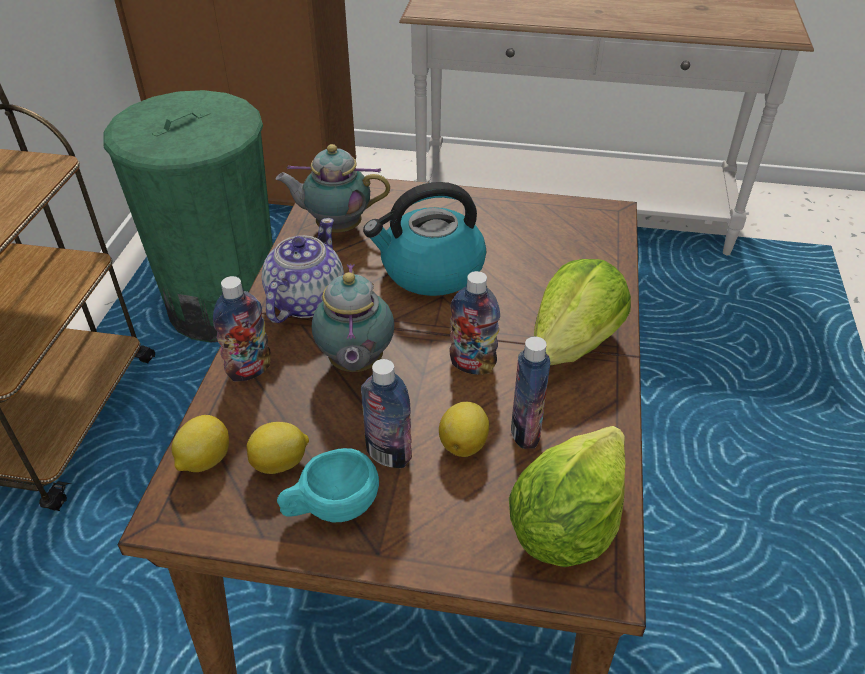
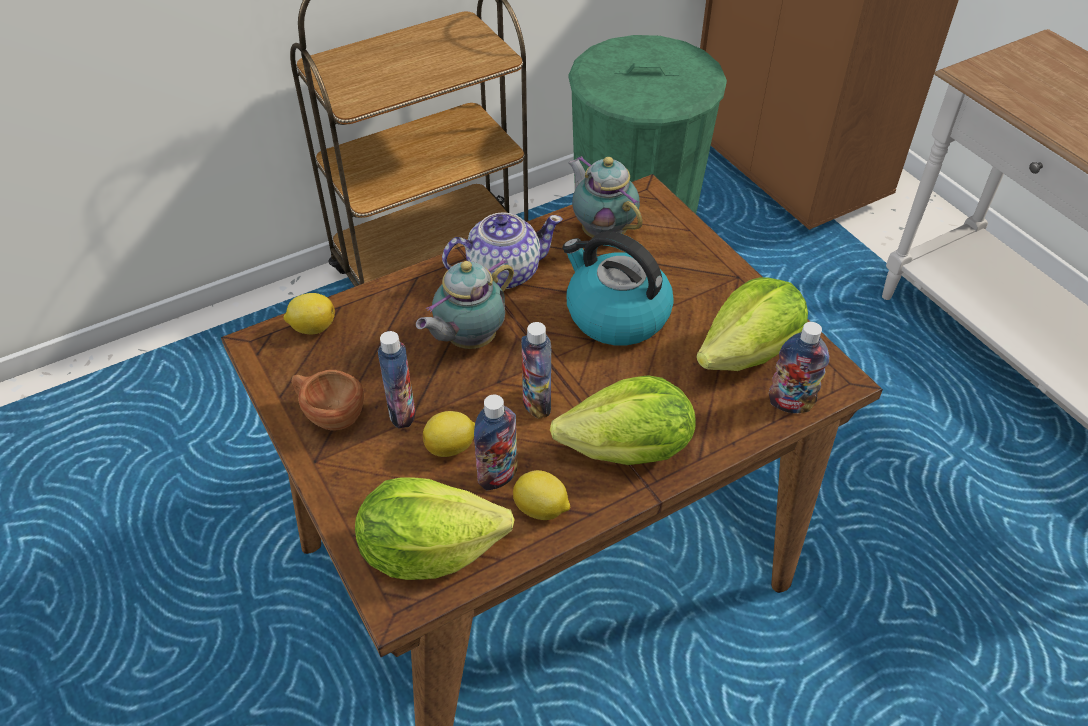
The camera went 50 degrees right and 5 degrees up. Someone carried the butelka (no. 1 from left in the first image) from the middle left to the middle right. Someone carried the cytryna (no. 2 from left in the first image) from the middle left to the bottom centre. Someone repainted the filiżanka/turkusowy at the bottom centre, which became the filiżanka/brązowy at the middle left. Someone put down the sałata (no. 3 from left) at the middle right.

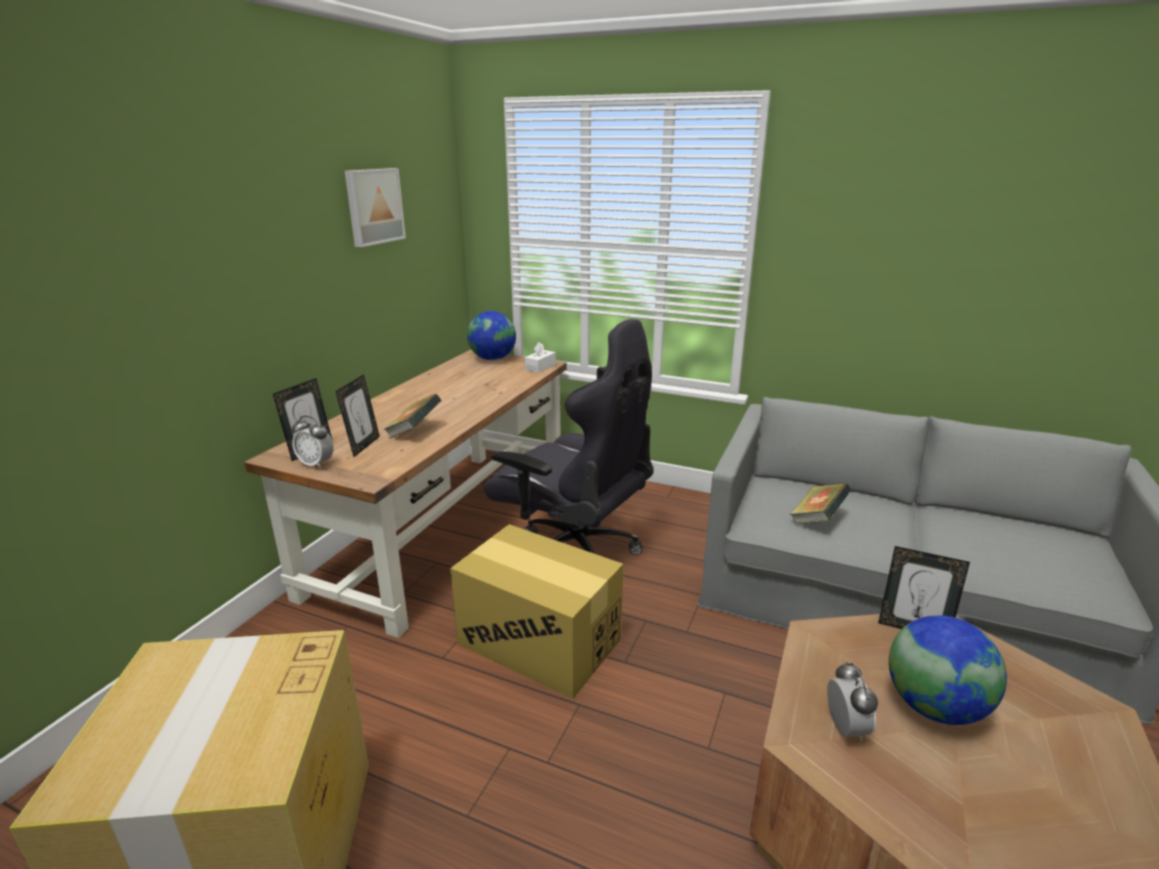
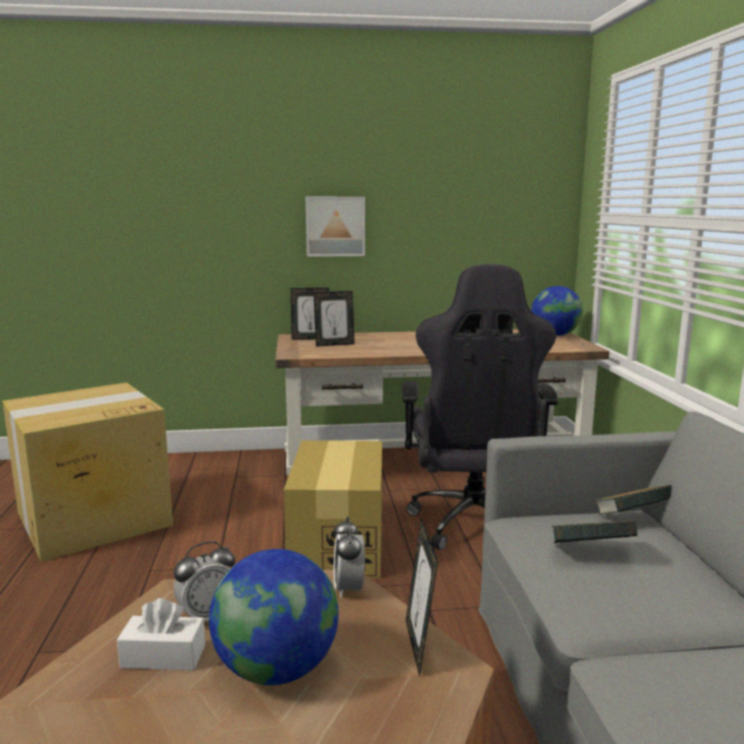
The camera went 60 degrees right and 10 degrees down. Someone carried the obraz from the top left to the top centre. Someone carried the pudełko chusteczek/biały from the centre to the bottom left. Someone carried the książka (no. 1 from left in the first image) from the centre to the bottom right. Someone carried the budzik (no. 1 from left in the first image) from the middle left to the bottom centre.

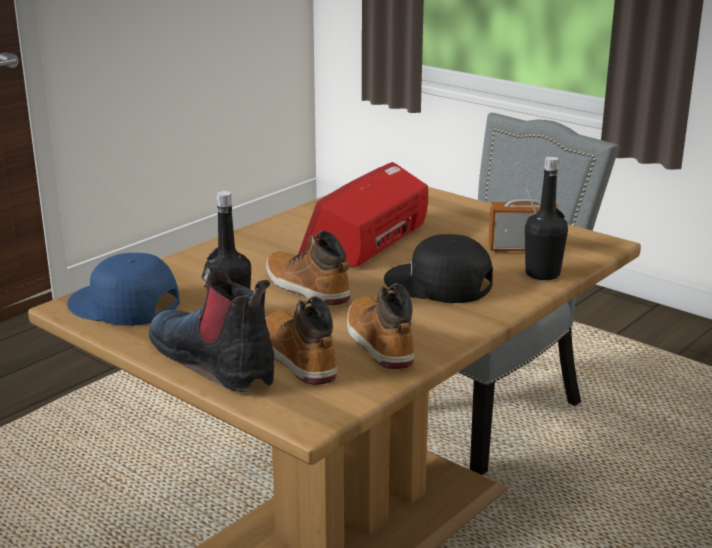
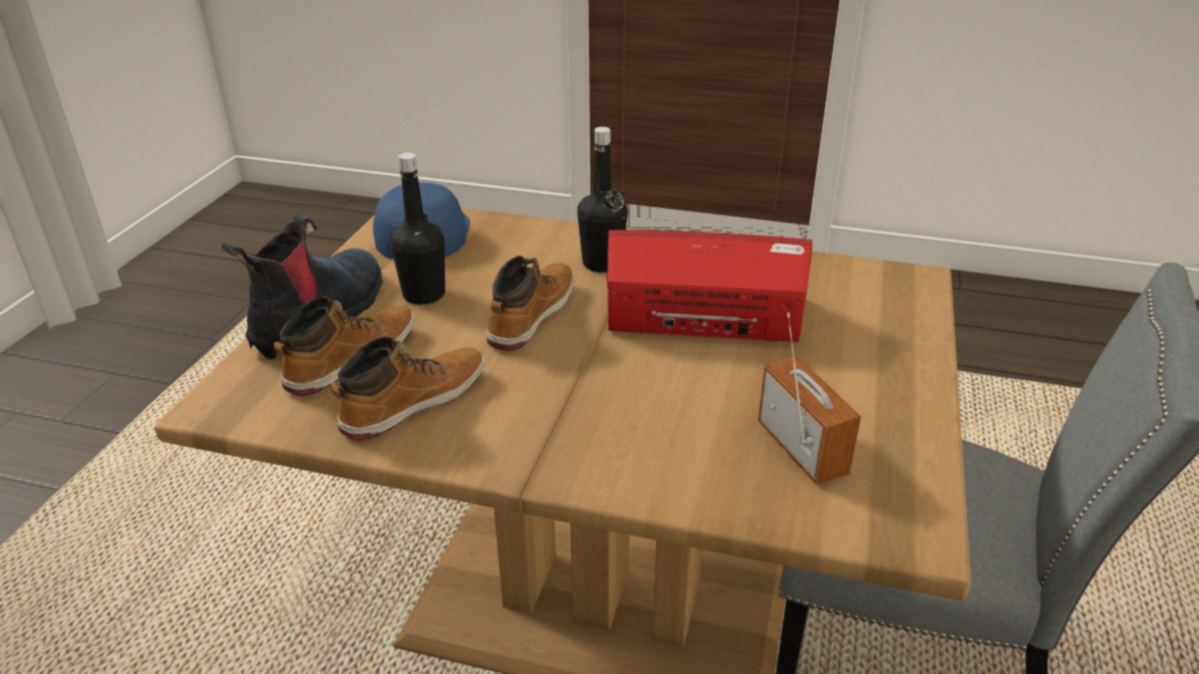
The camera went 65 degrees right and 10 degrees up. Someone carried the butelka/czarny (no. 2 from left) from the middle right to the top centre. Someone took away the czapka z daszkiem/czarny at the centre.

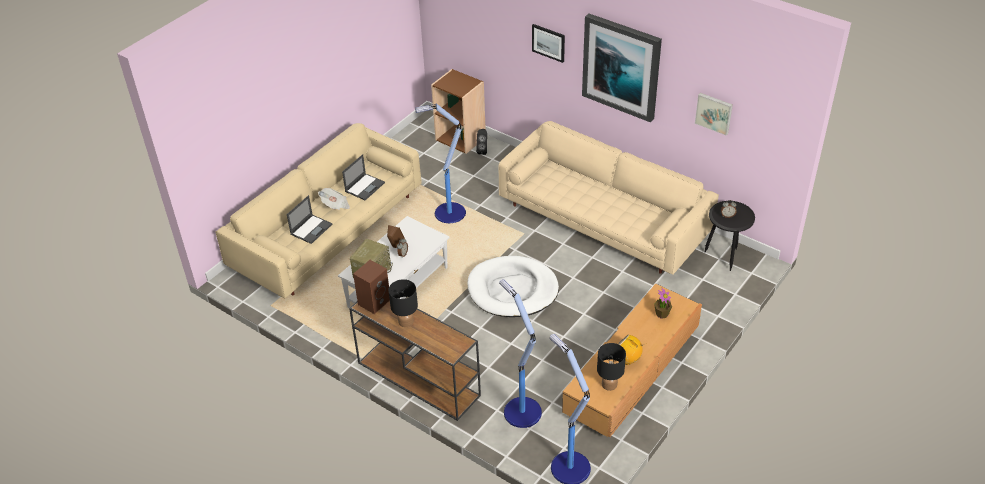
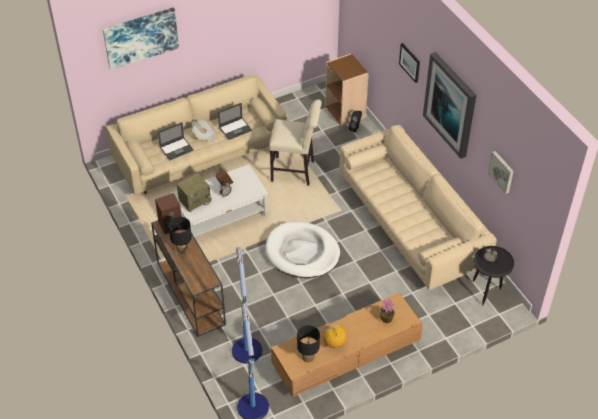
The camera went 25 degrees right and 5 degrees up. Someone swapped the lampa stojąca (no. 1 from left) at the centre for the stołek/beżowy at the centre. Someone put up the obraz (no. 1 from left) at the top left.

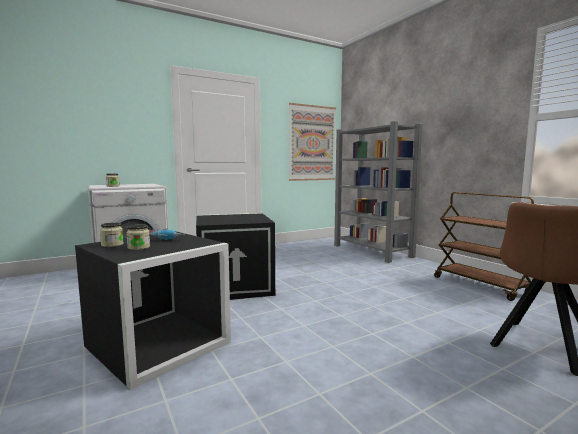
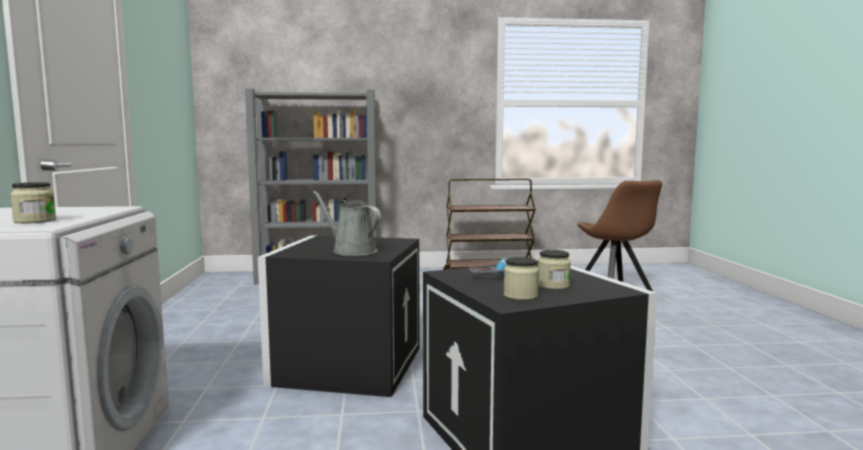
The camera went 65 degrees left and 0 degrees up. Someone took away the obraz at the top centre. Someone put down the konewka/szary at the centre.

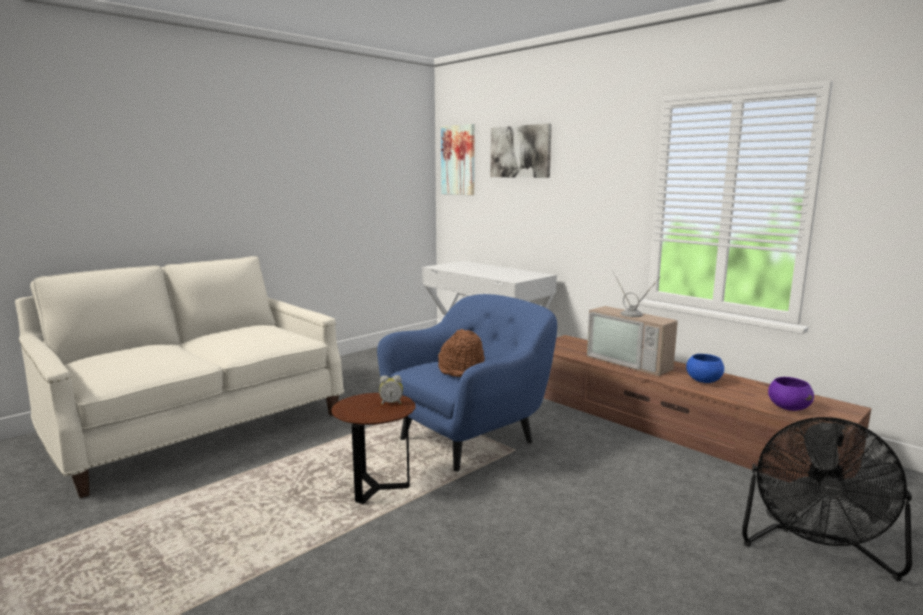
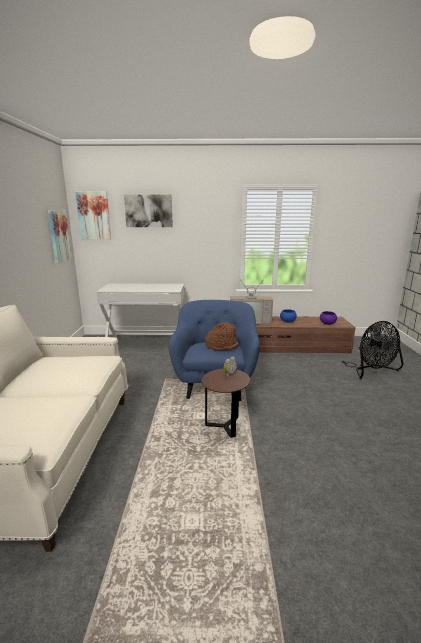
The camera went 45 degrees left and 5 degrees up. Someone put up the obraz (no. 1 from left) at the middle left.

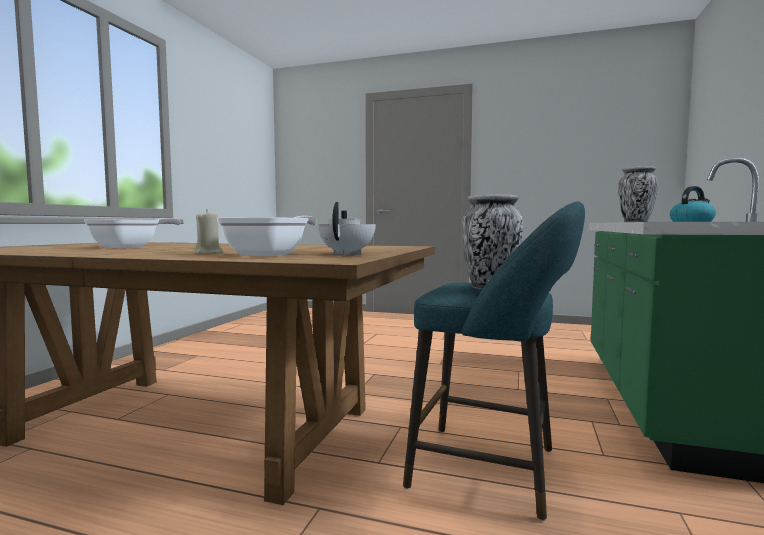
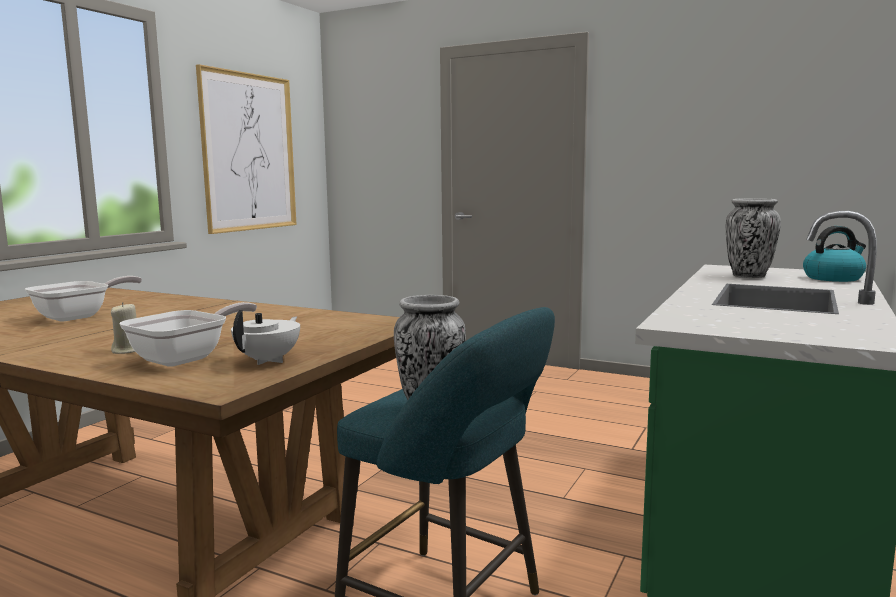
The camera went 10 degrees right and 5 degrees up. Someone put up the obraz at the top left.

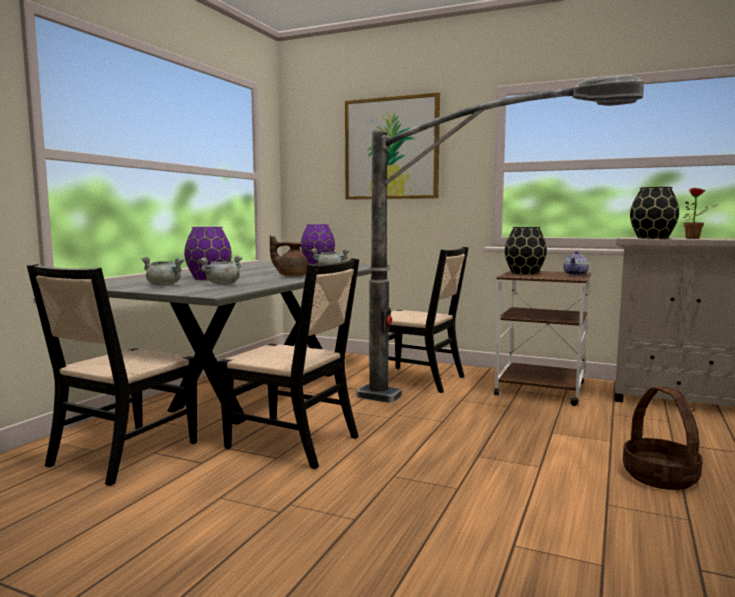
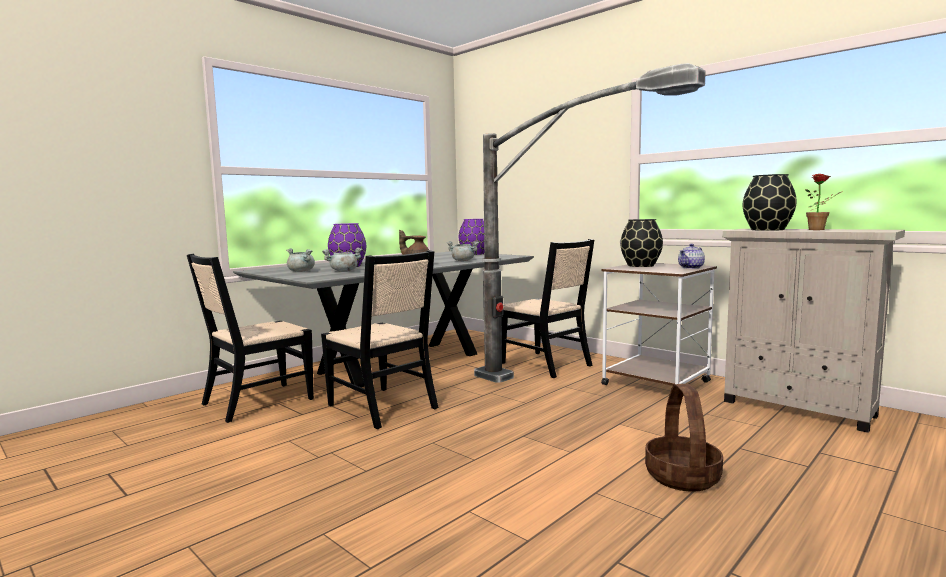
The camera went 20 degrees right and 0 degrees up. Someone took away the obraz at the top centre.

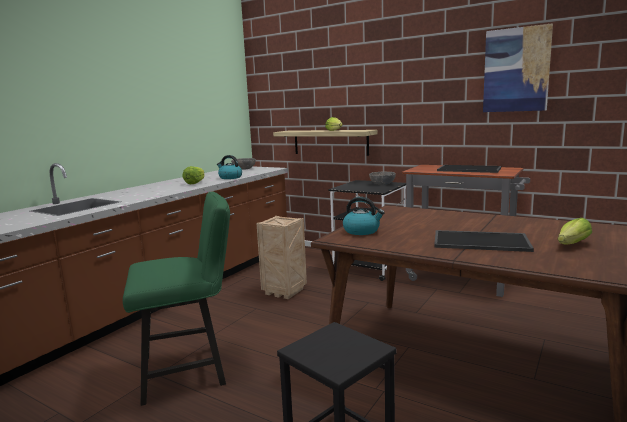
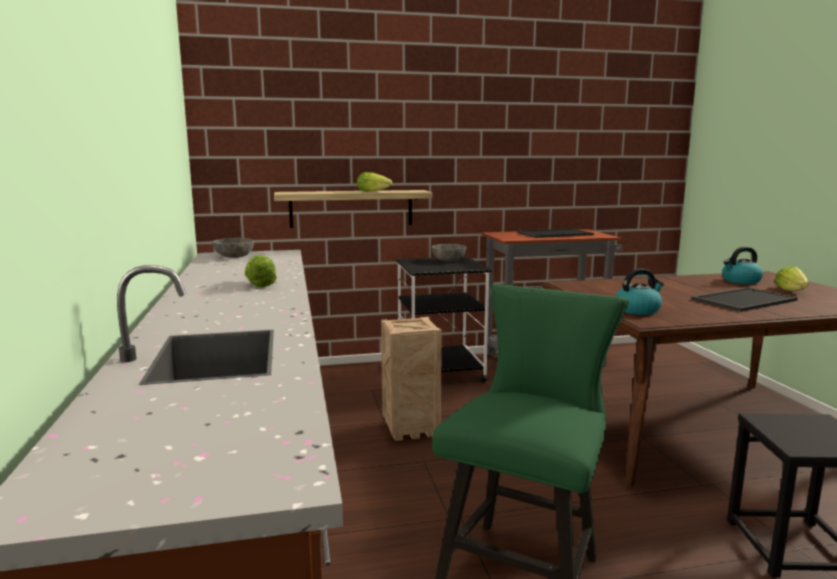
The camera went 45 degrees left and 0 degrees up. Someone took away the obraz at the top right. Someone carried the czajnik (no. 1 from left in the first image) from the centre to the middle right.

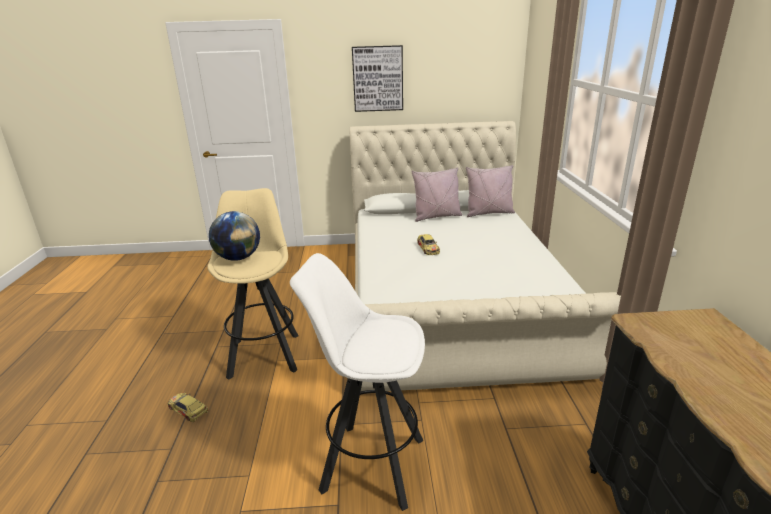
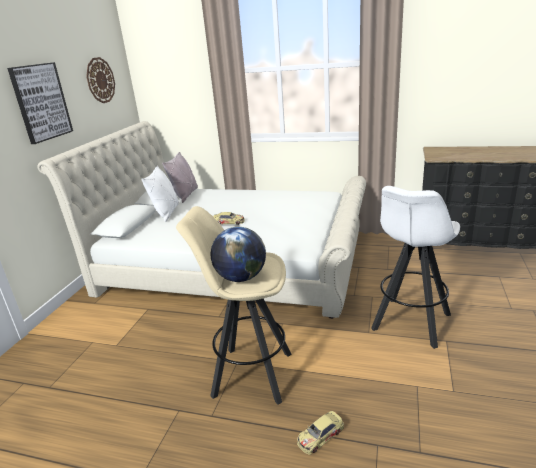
The camera went 70 degrees left and 0 degrees up. Someone repainted the poduszka/fioletowy (no. 1 from left) at the centre, which became the poduszka/biały at the middle left. Someone put up the zegar ścienny at the top left.

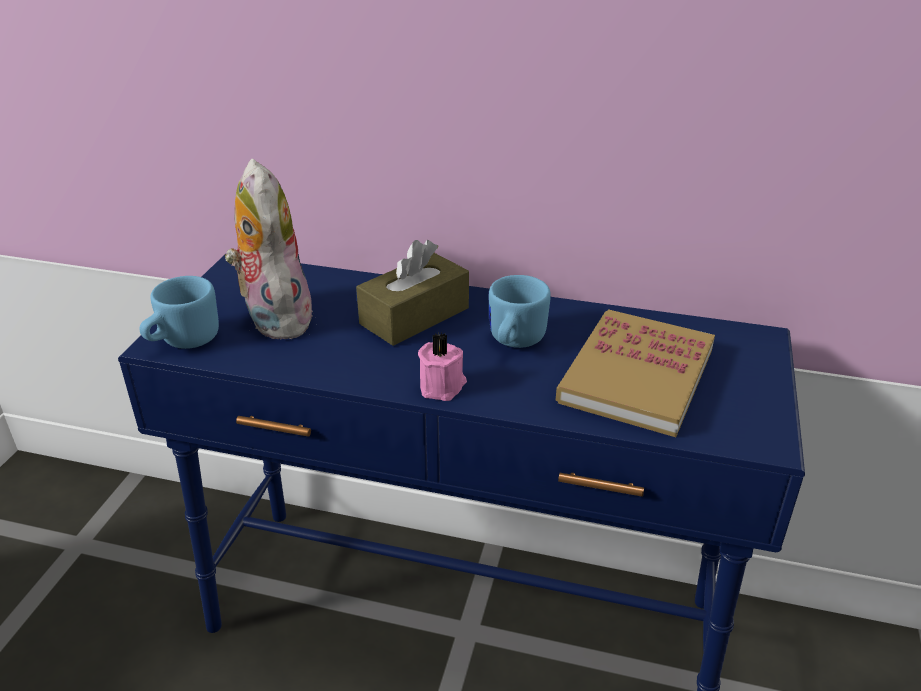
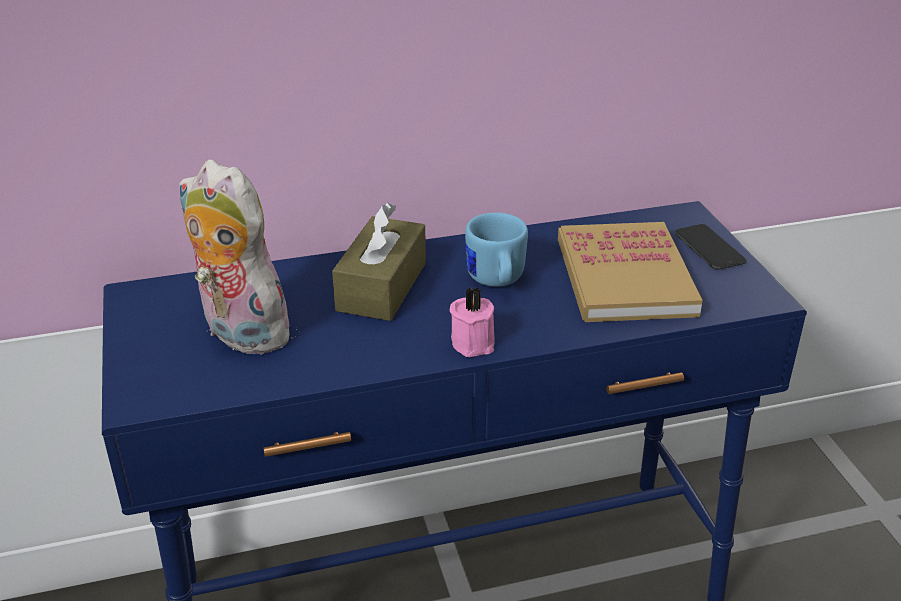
The camera went 30 degrees left and 0 degrees up. Someone took away the kubek/niebieski (no. 1 from left) at the middle left. Someone put down the telefon at the middle right.

